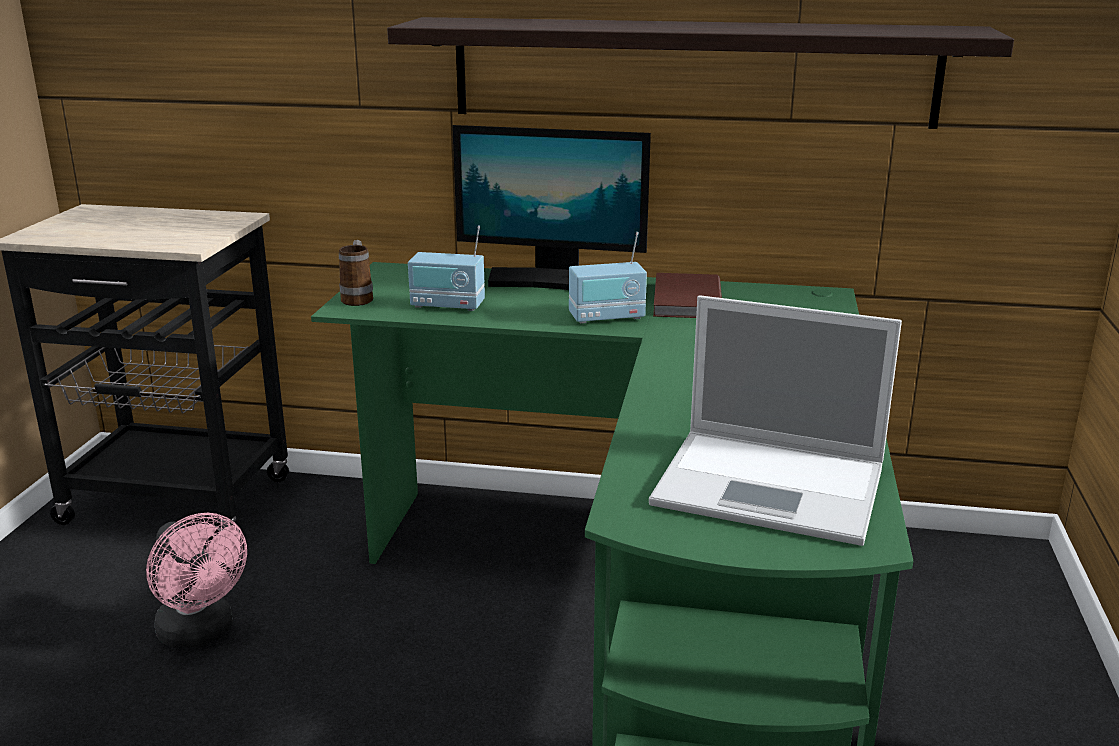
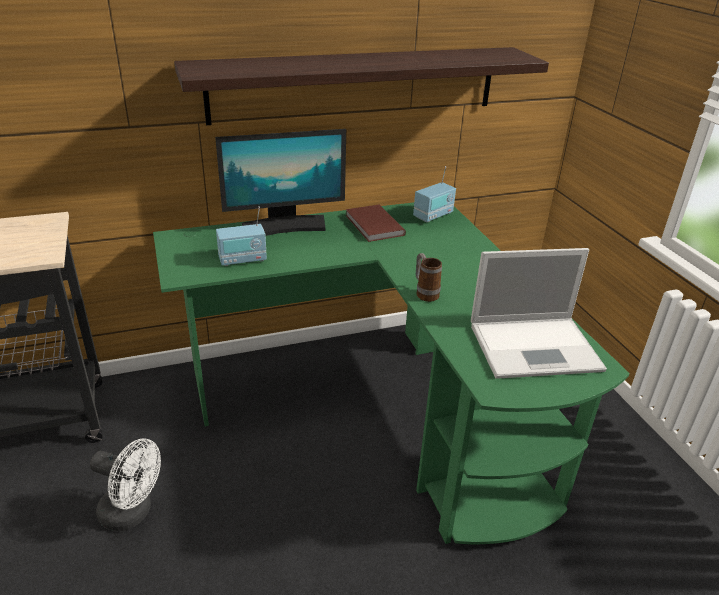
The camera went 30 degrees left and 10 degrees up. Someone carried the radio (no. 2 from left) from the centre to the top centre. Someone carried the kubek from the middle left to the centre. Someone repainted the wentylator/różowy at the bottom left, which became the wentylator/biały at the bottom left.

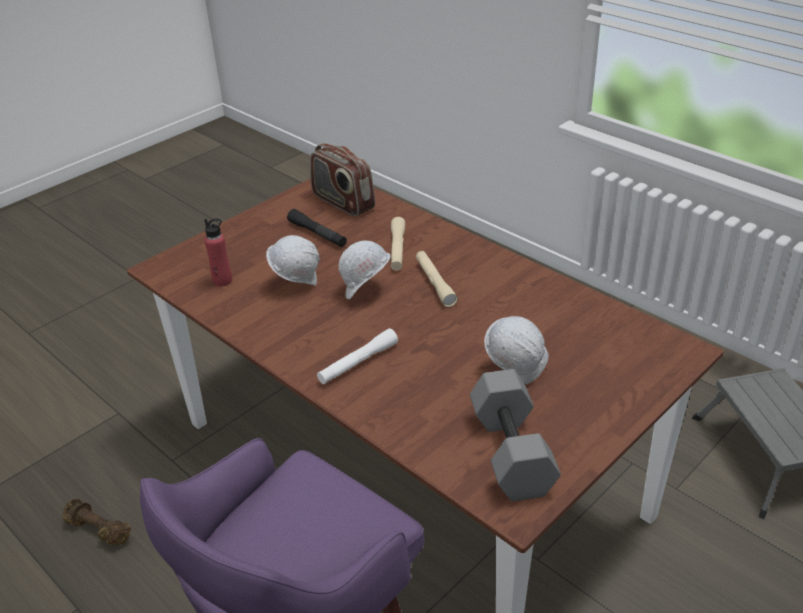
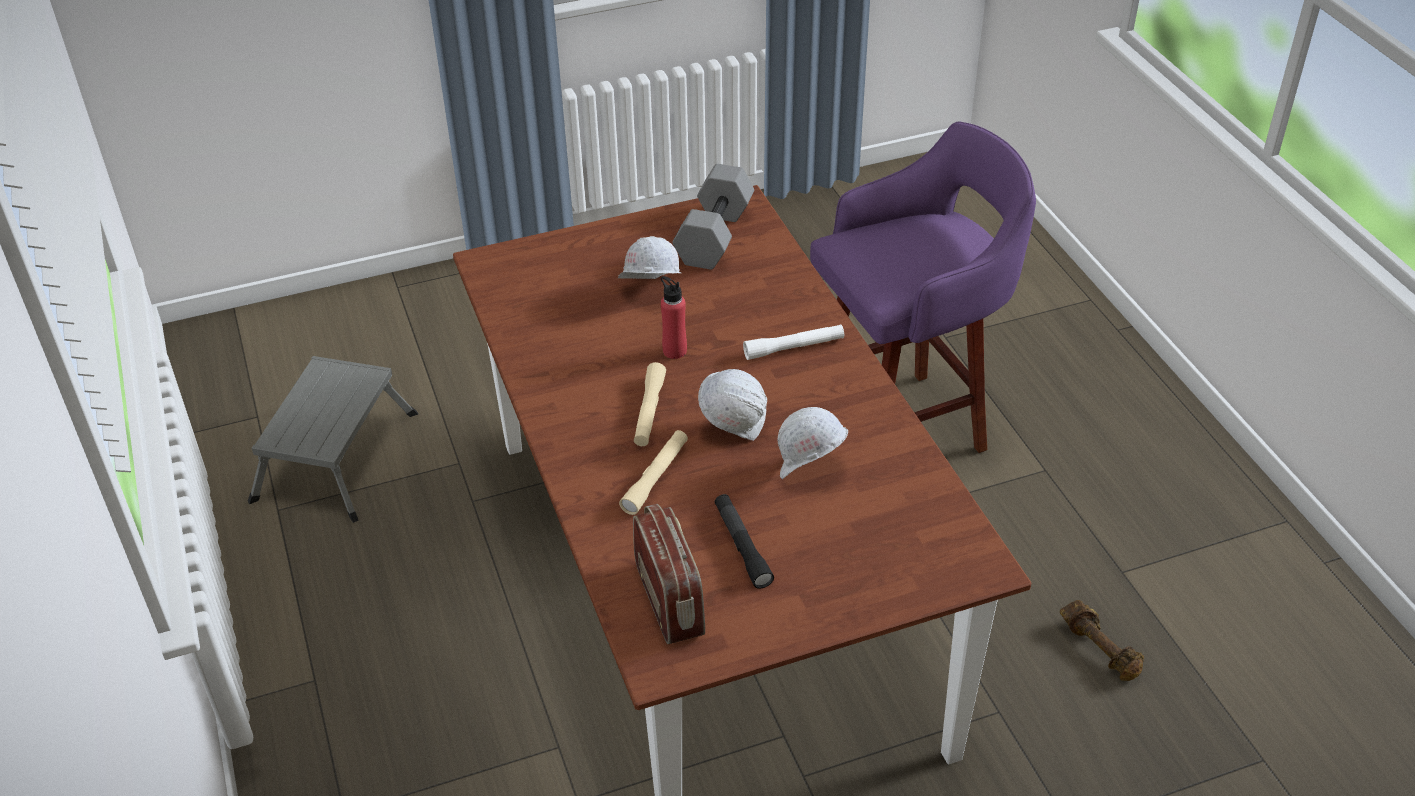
The camera went 155 degrees left and 5 degrees up. Someone carried the butelka/czerwony from the middle left to the centre.

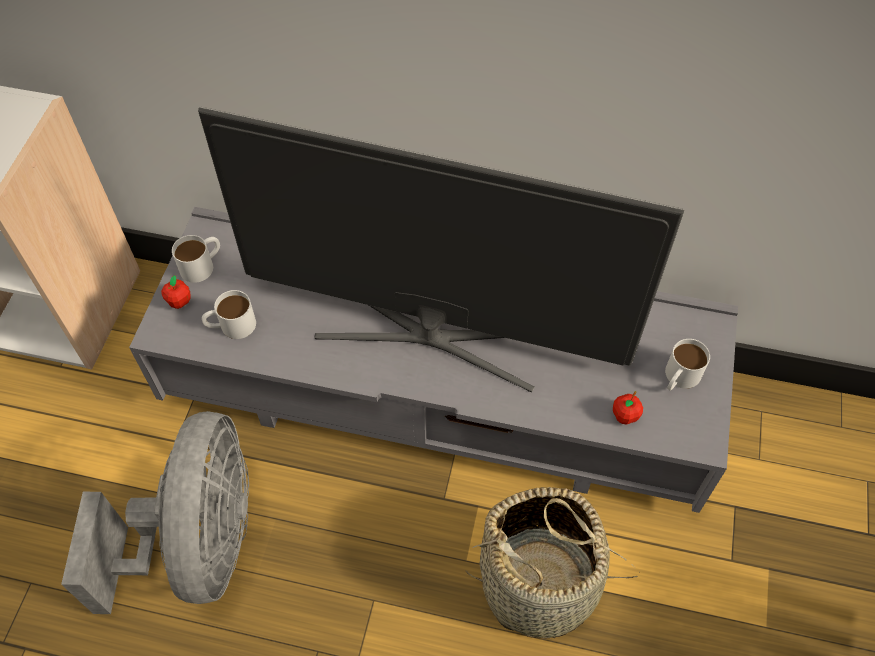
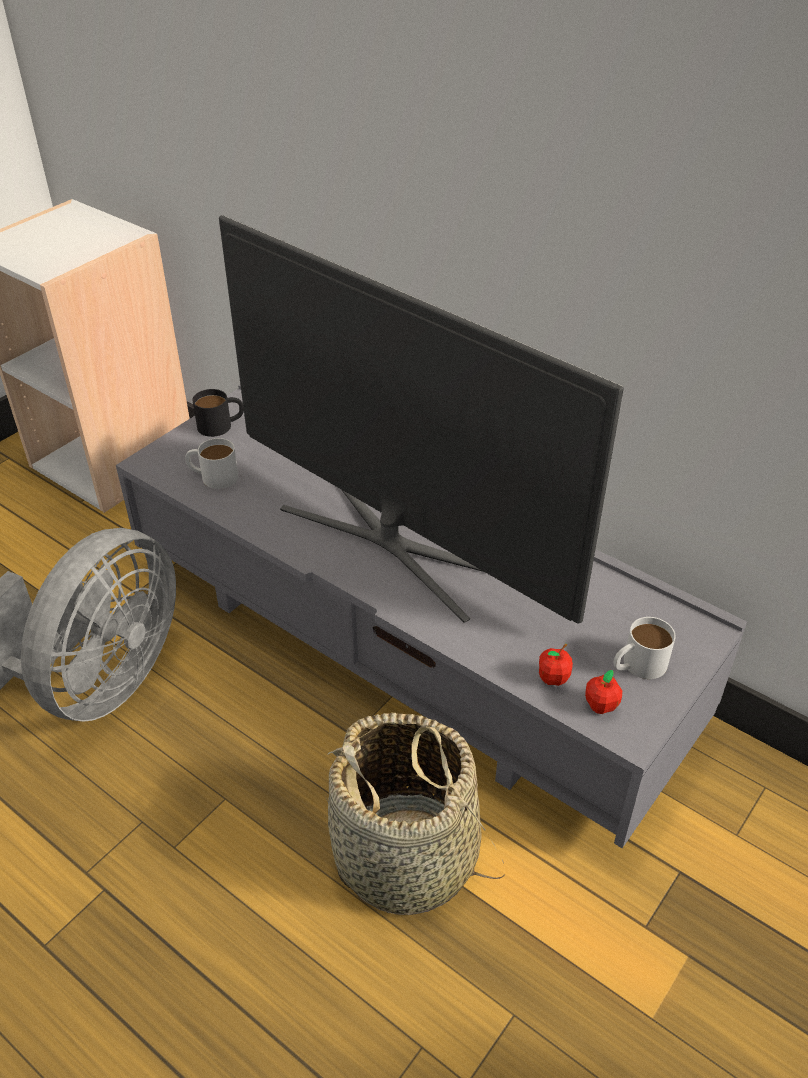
The camera went 25 degrees right and 15 degrees down. Someone repainted the kubek/biały (no. 1 from left) at the middle left, which became the kubek/czarny at the middle left. Someone carried the jabłko (no. 1 from left in the first image) from the middle left to the middle right.

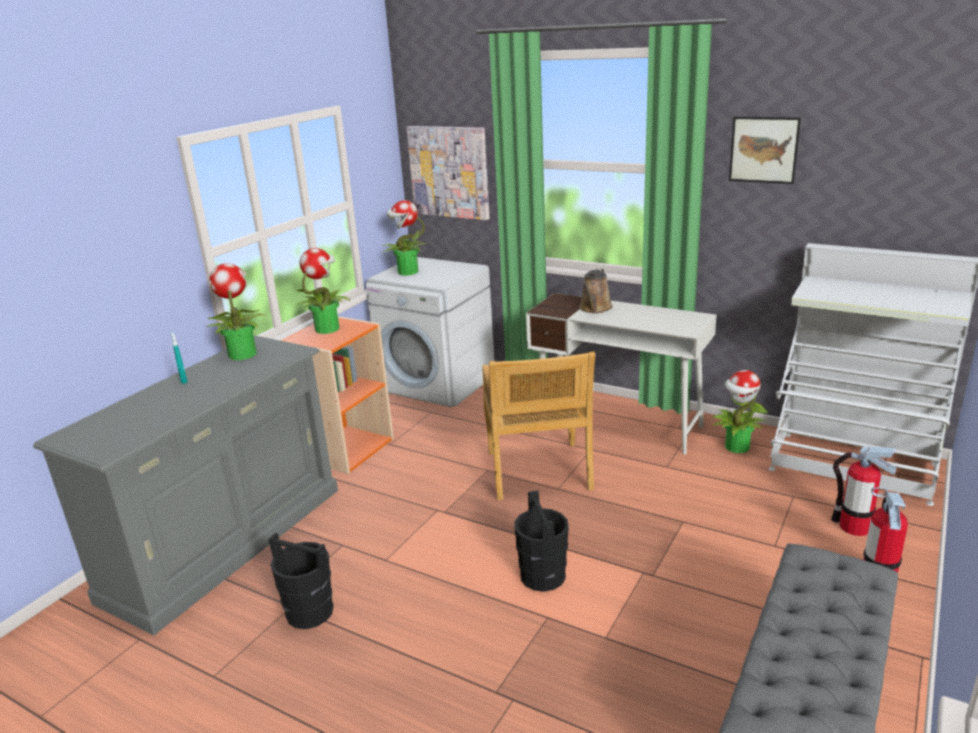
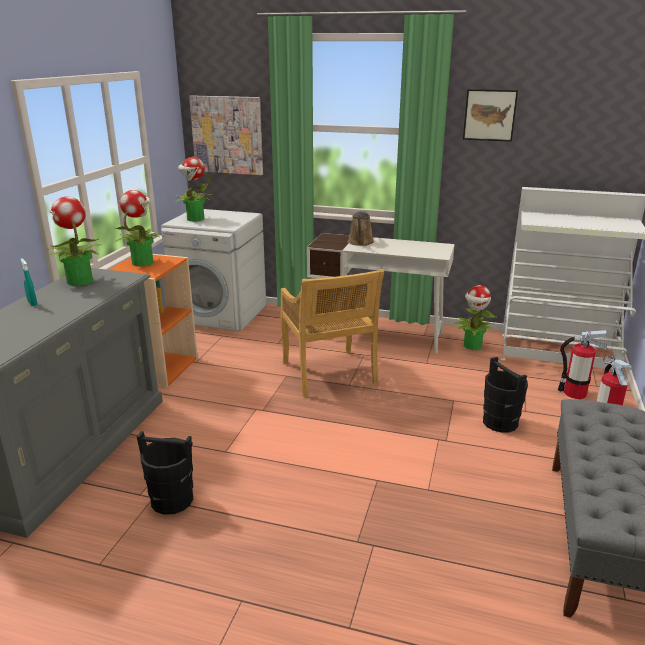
The camera went 15 degrees left and 0 degrees up. Someone carried the wiadro/czarny (no. 2 from left) from the bottom centre to the middle right.

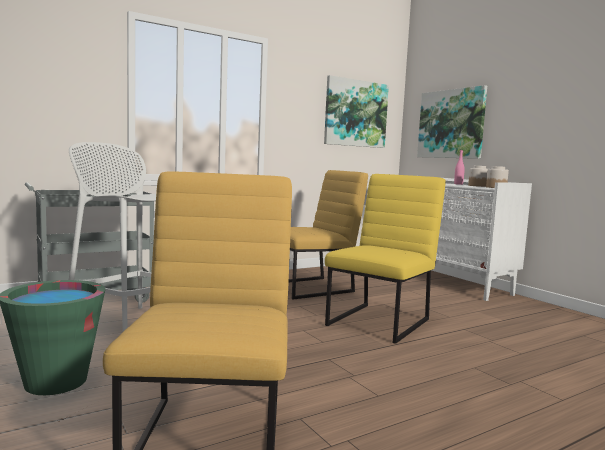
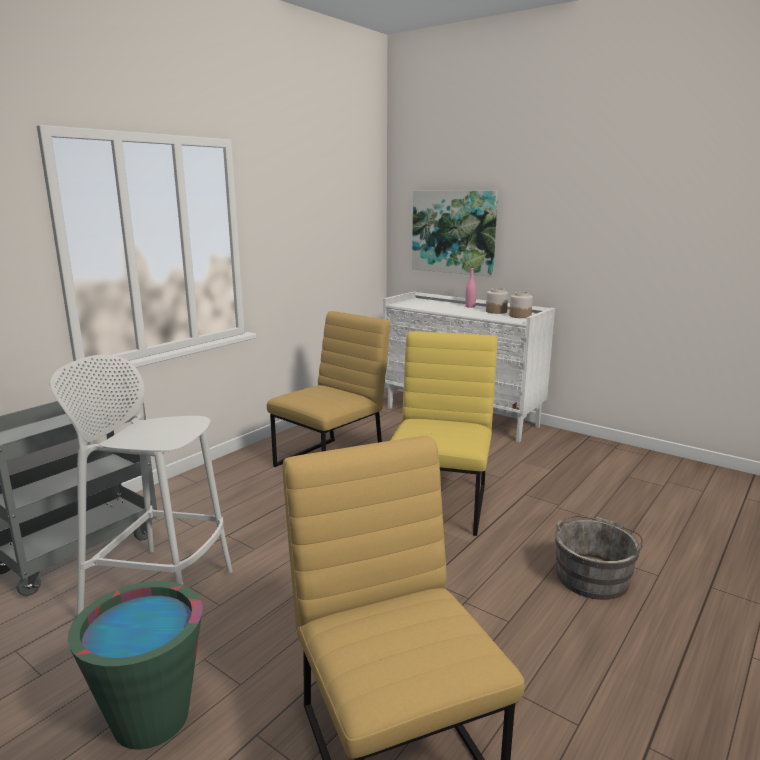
The camera went 20 degrees left and 10 degrees up. Someone took away the obraz (no. 1 from left) at the top centre. Someone put down the wiadro/szary at the bottom right.

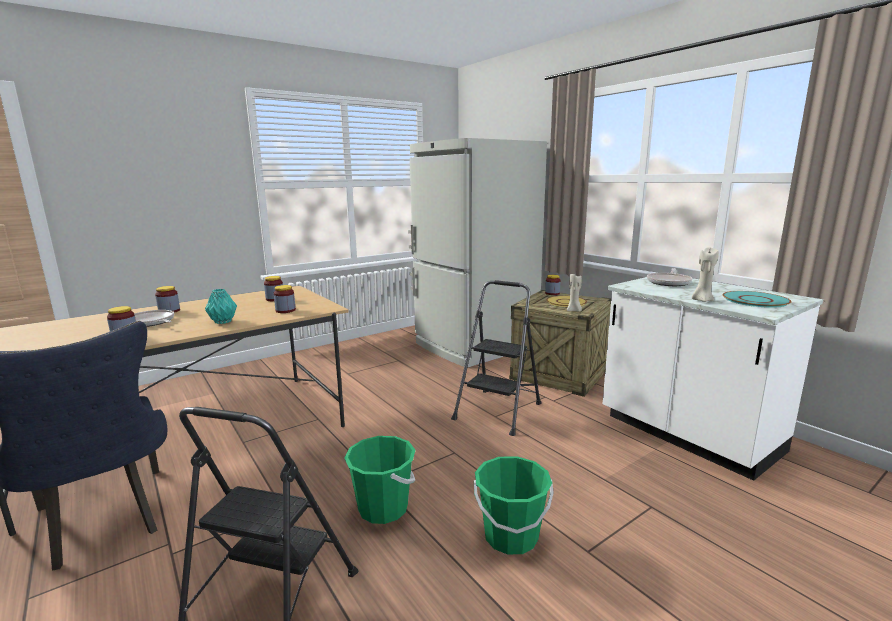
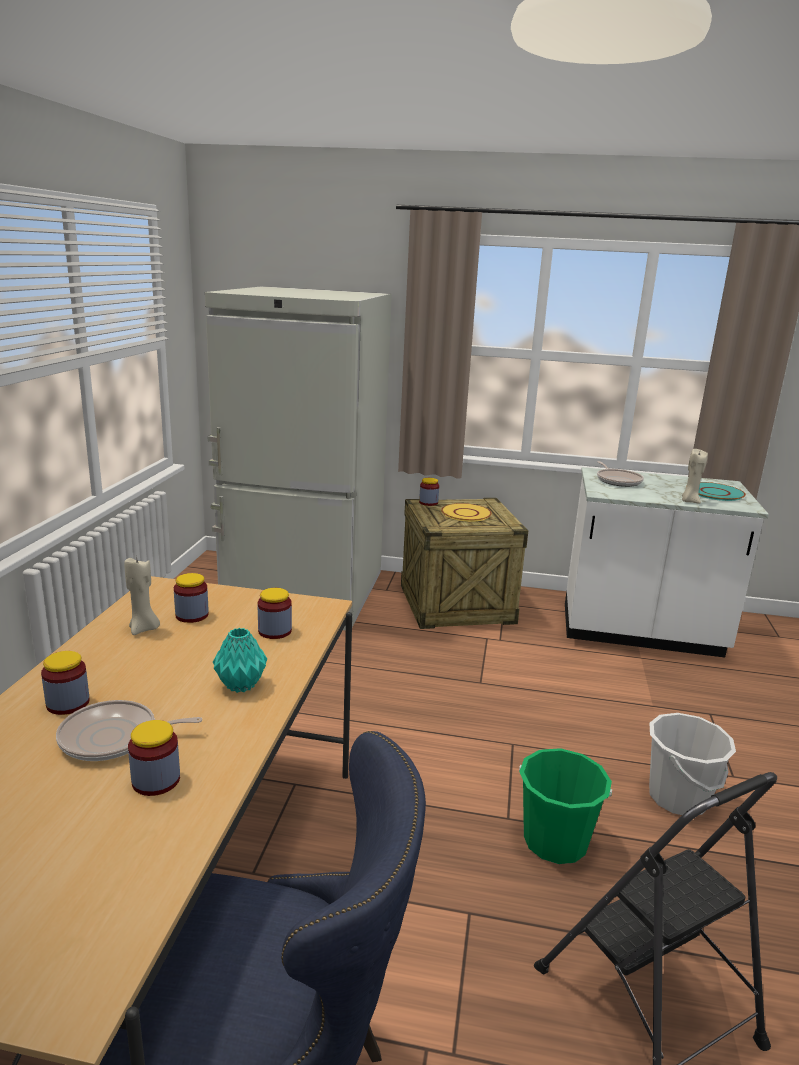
The camera went 45 degrees left and 5 degrees up. Someone carried the świeca/beżowy (no. 1 from left) from the centre to the middle left. Someone took away the drabinka/czarny (no. 2 from left) at the centre. Someone repainted the wiadro/zielony (no. 2 from left) at the bottom centre, which became the wiadro/biały at the bottom right.

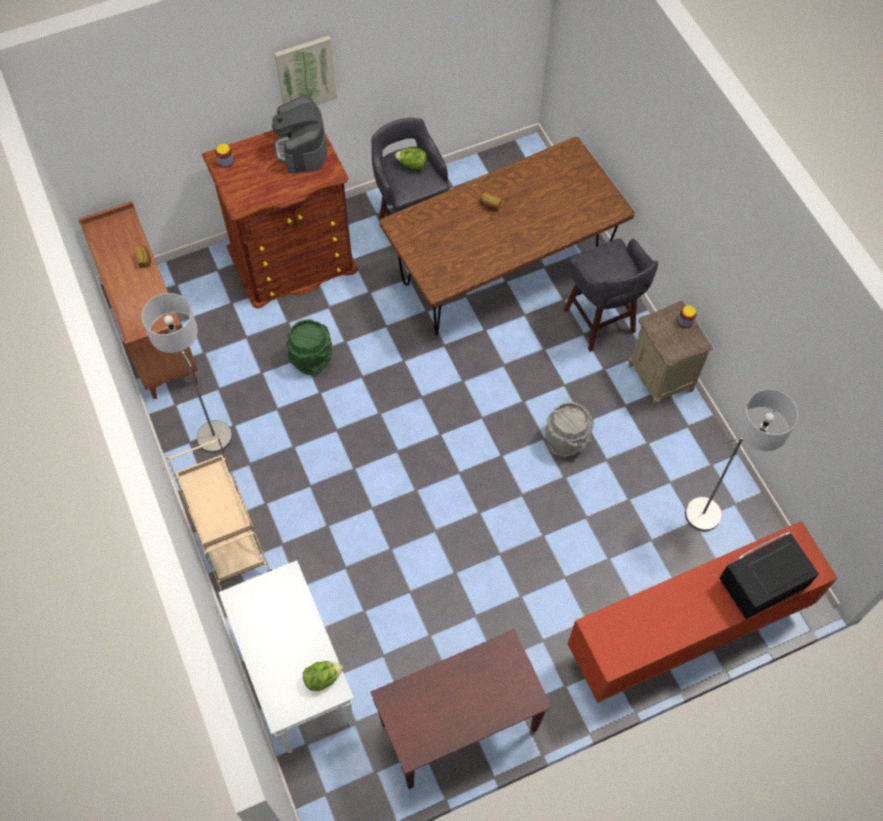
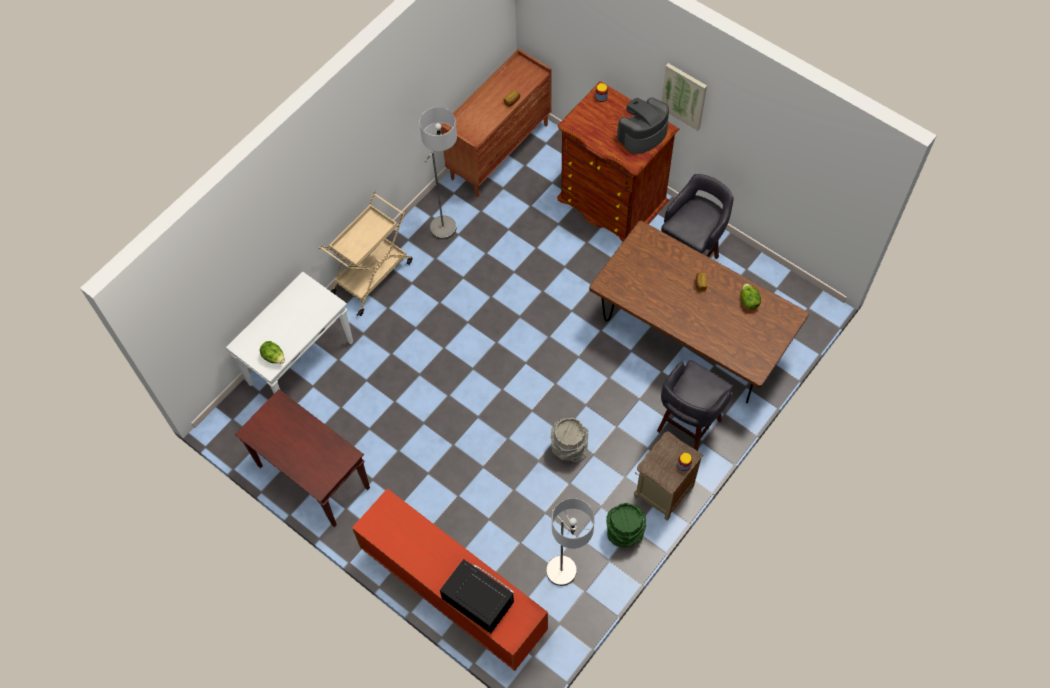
The camera went 65 degrees right and 0 degrees up. Someone carried the sałata (no. 2 from left) from the top centre to the middle right. Someone carried the wiadro/zielony from the centre to the bottom centre.

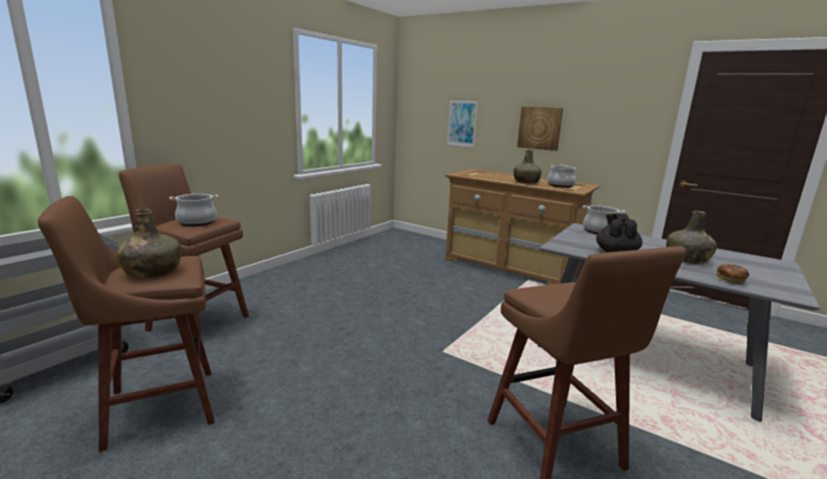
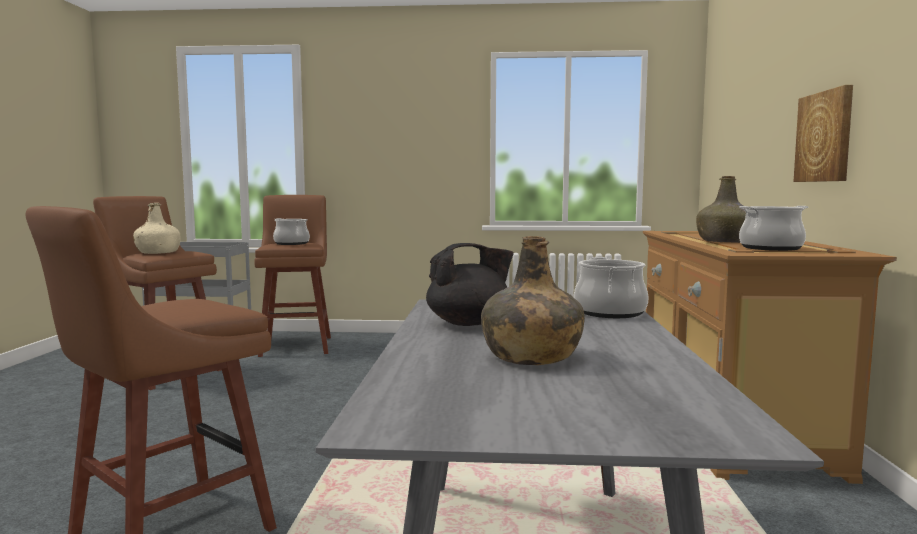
The camera went 60 degrees right and 10 degrees down. Someone took away the obraz (no. 1 from left) at the top centre. Someone repainted the butelka/zielony (no. 1 from left) at the middle left, which became the butelka/beżowy at the middle left. Someone took away the chleb at the middle right.

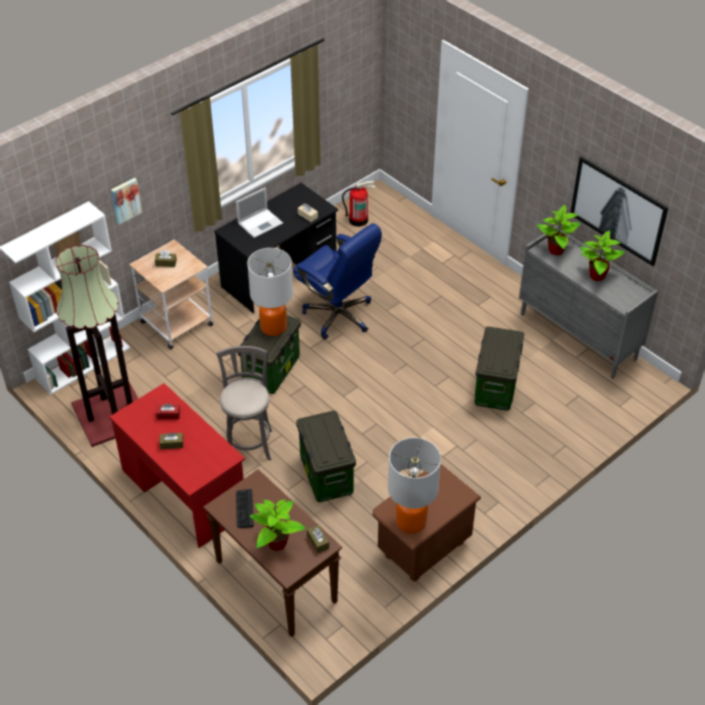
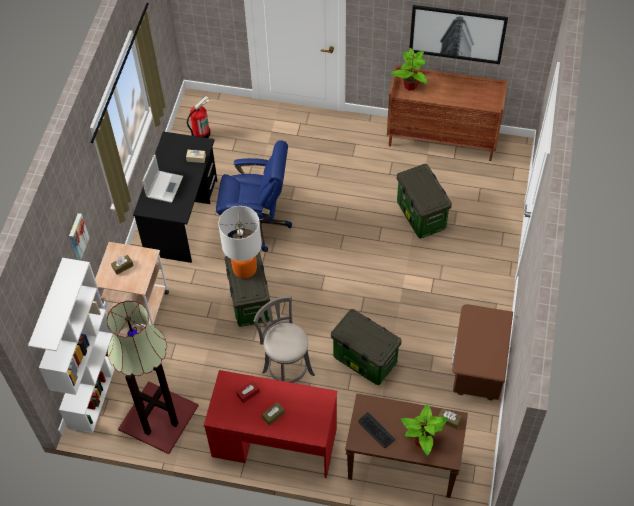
The camera went 35 degrees left and 10 degrees up. Someone repainted the szafka/szary at the middle right, which became the szafka/brązowy at the top right. Someone took away the roślina doniczkowa (no. 3 from left) at the middle right. Someone took away the lampa stołowa (no. 2 from left) at the bottom centre.

